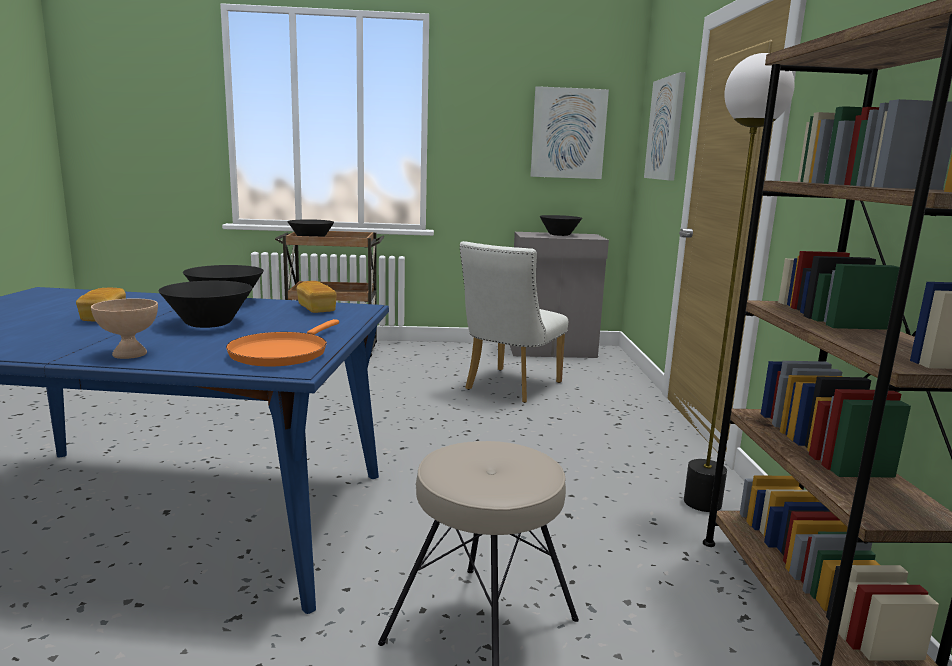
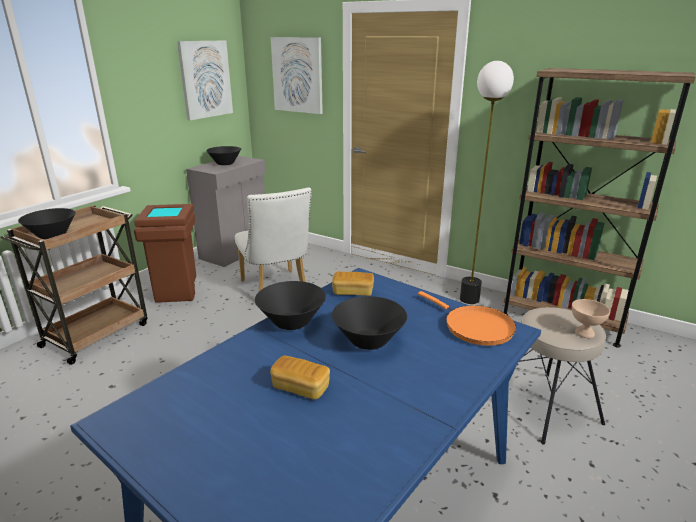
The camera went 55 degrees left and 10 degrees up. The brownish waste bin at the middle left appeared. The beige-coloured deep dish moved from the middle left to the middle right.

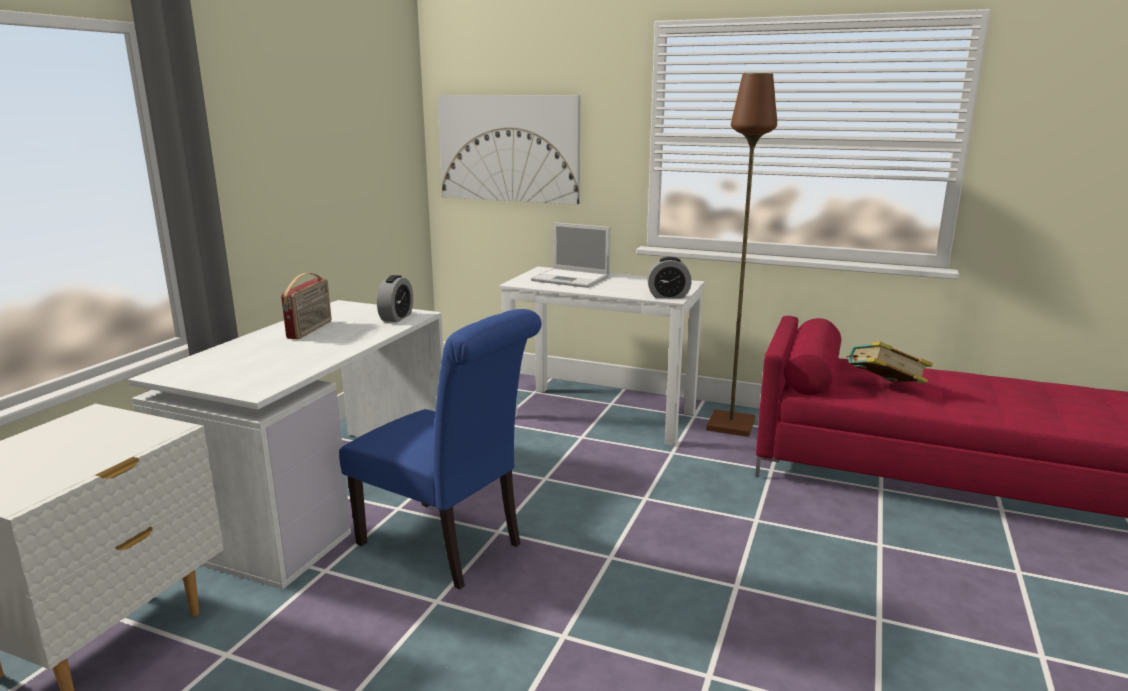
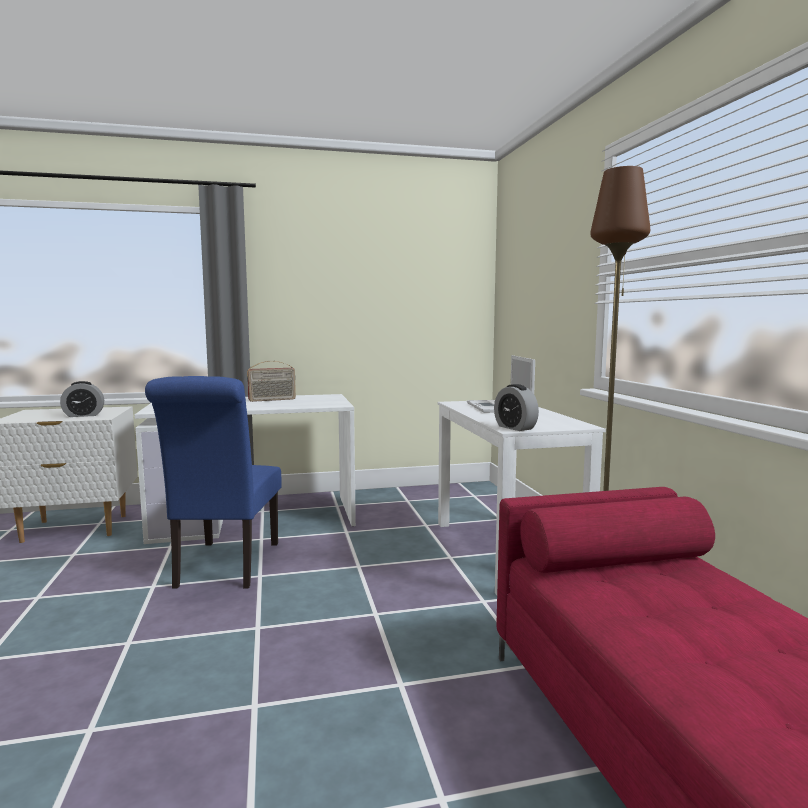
The camera went 55 degrees right and 10 degrees down. The bedside clock (1st from left) moved from the centre to the middle left. The picture at the top centre disappeared. The bound book at the middle right disappeared.

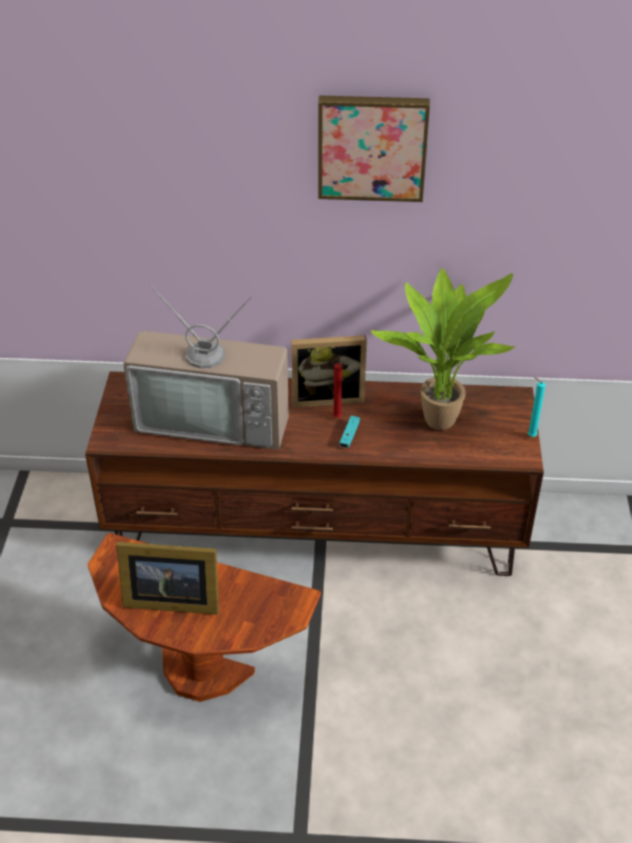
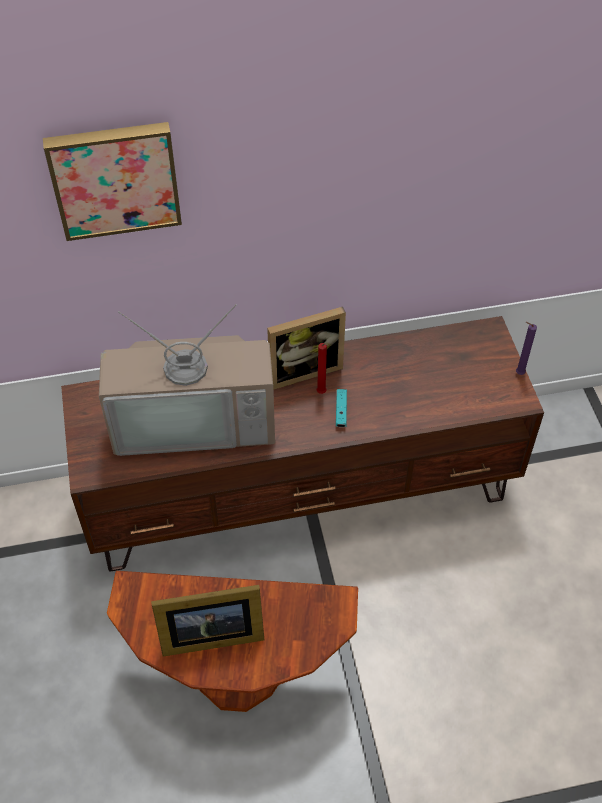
The camera went 15 degrees left and 10 degrees up. The picture moved from the top centre to the top left. The turquoise-coloured wax candle at the middle right became the purple-coloured wax candle at the middle right. The plant in a pot at the middle right disappeared.

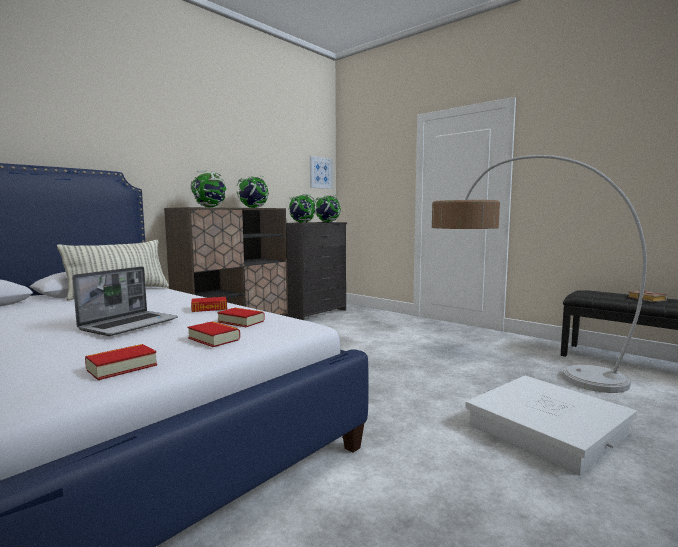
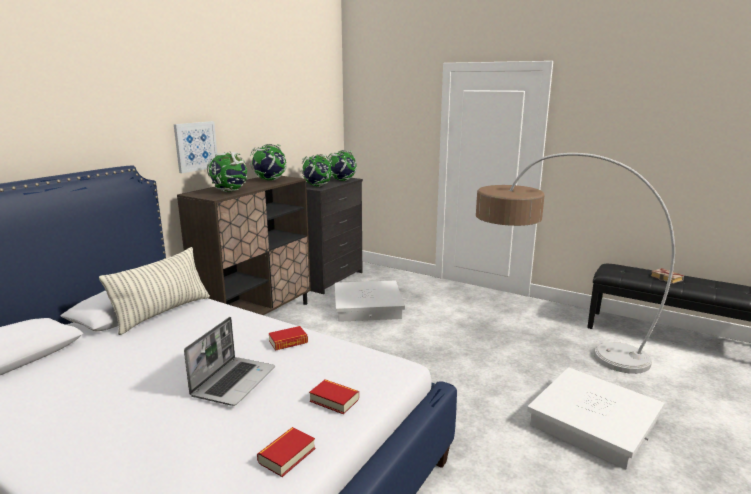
The camera went 10 degrees left and 10 degrees up. The picture moved from the top centre to the top left. The whitish storage container (1st from left) at the centre appeared. The bound book (4th from left) at the centre disappeared.

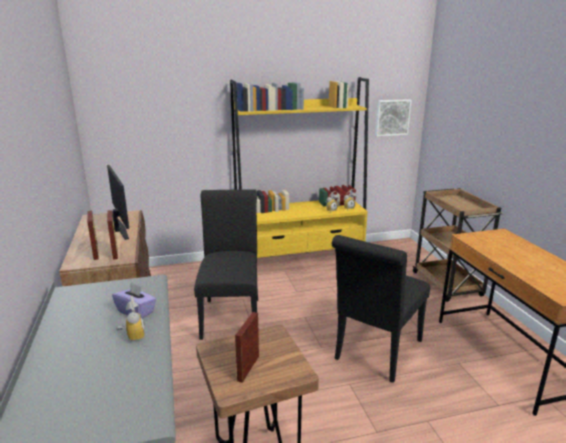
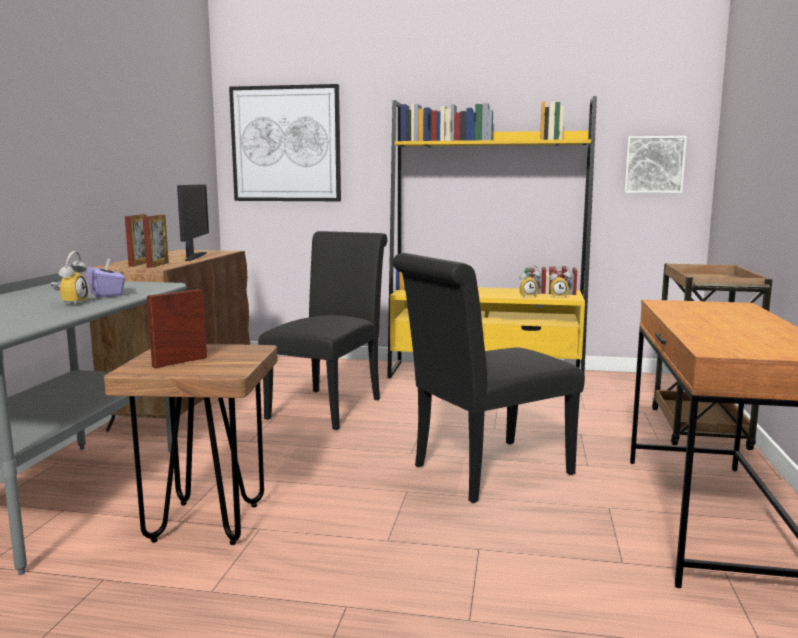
The camera went 25 degrees right and 10 degrees down. The picture (1st from left) at the top centre appeared.

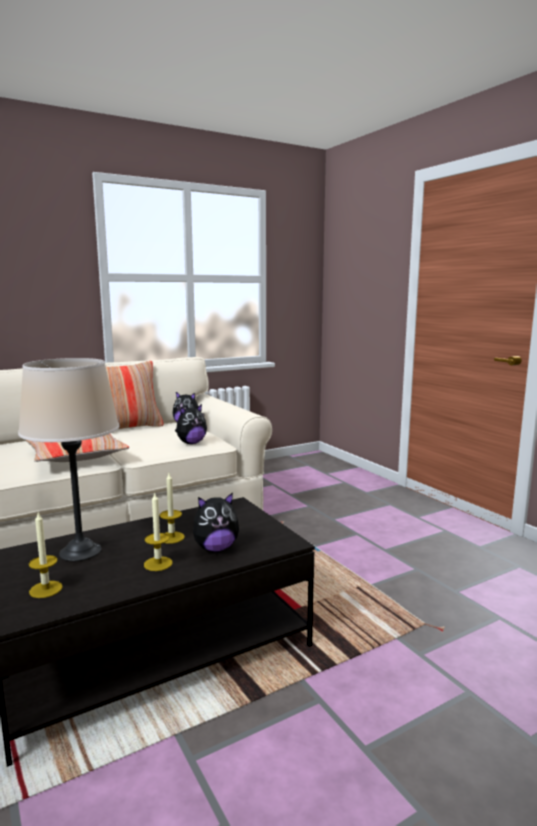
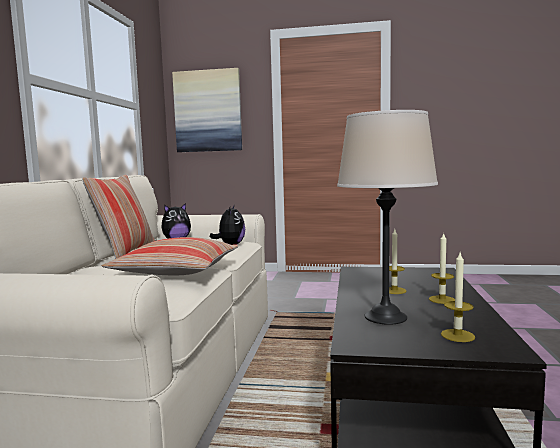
The camera went 50 degrees left and 5 degrees down. The picture at the top centre appeared. The plush toy (3rd from left) at the centre disappeared.

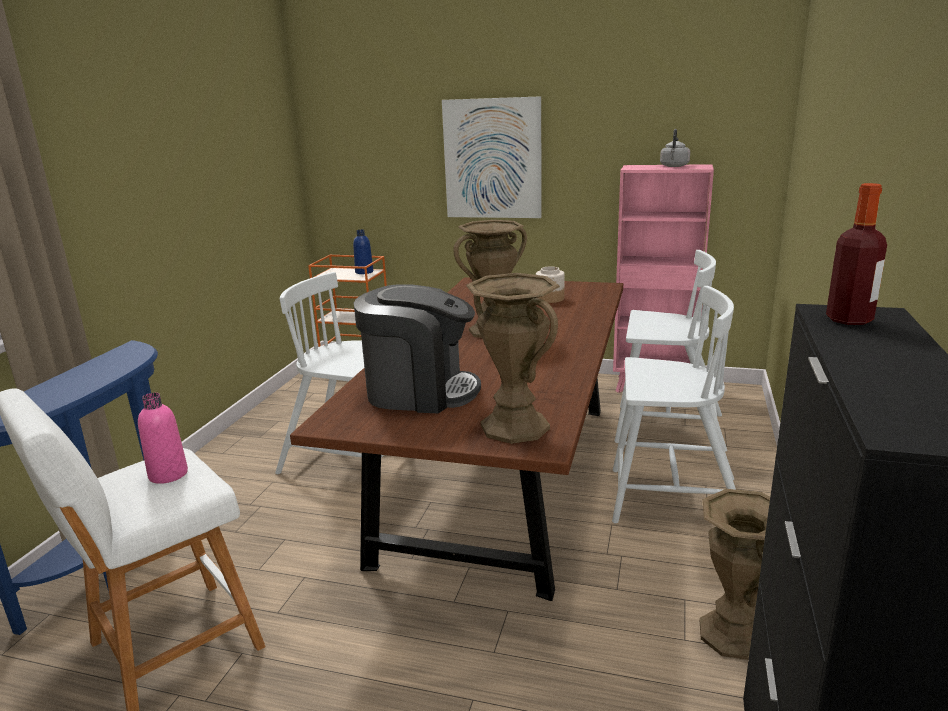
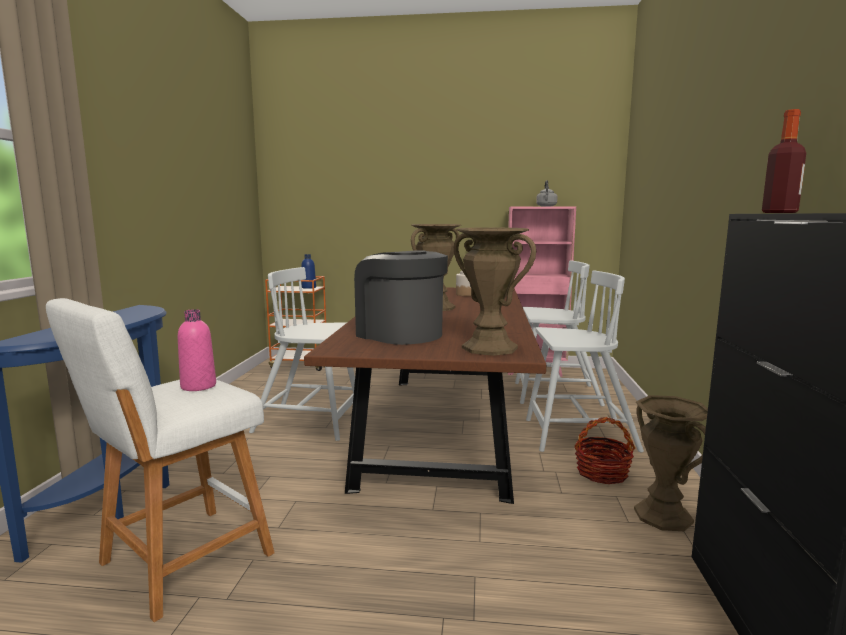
The camera went 10 degrees left and 10 degrees down. The coffee brewer at the centre turned 135 degrees counterclockwise. The basket at the bottom right appeared. The picture at the top centre disappeared.

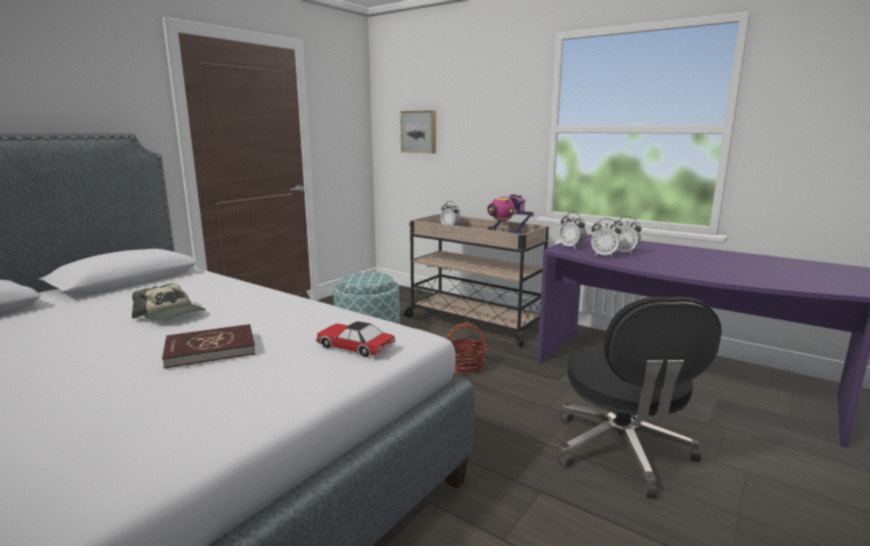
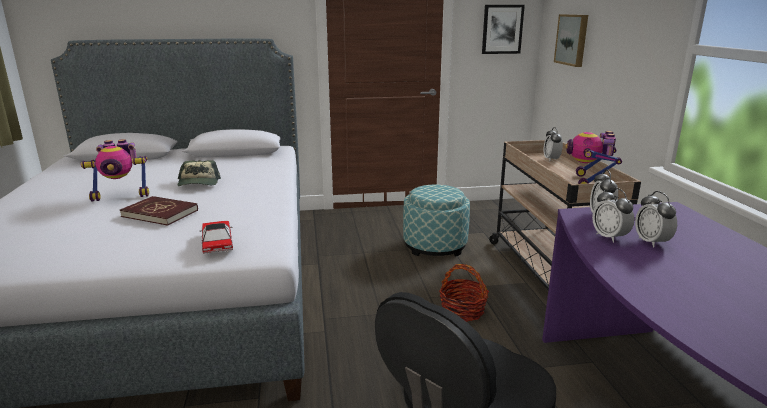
The camera went 45 degrees right and 5 degrees up. The robot figure (1st from left) at the middle left appeared. The picture (1st from left) at the top centre appeared.

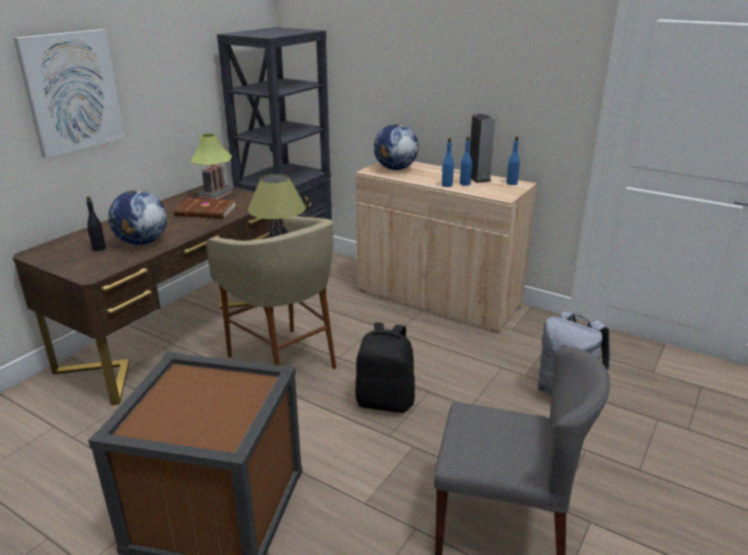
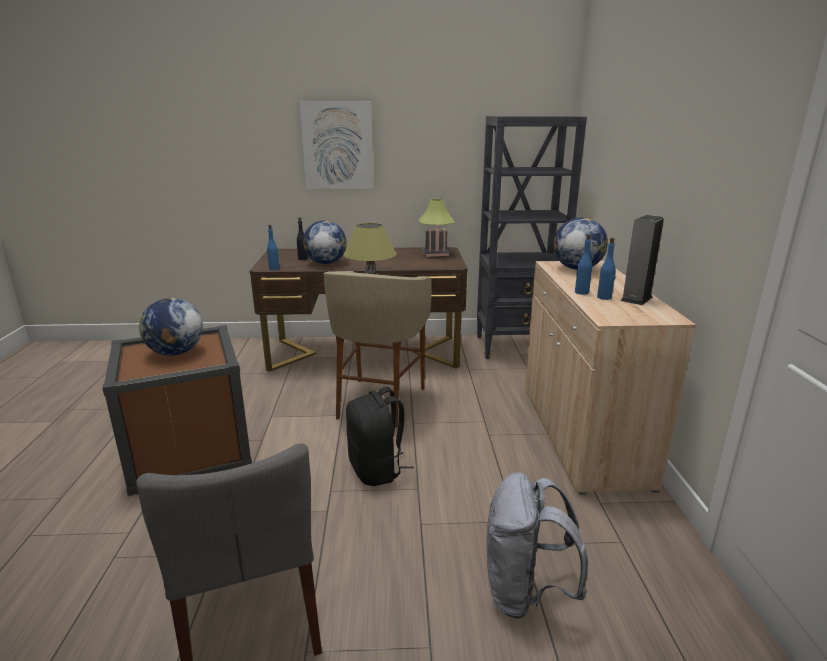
The camera went 55 degrees right and 5 degrees down. The desk globe (1st from left) at the middle left appeared. The blue-coloured drink bottle (3rd from left in the first image) moved from the top right to the middle left. The brownish bound book at the middle left disappeared.

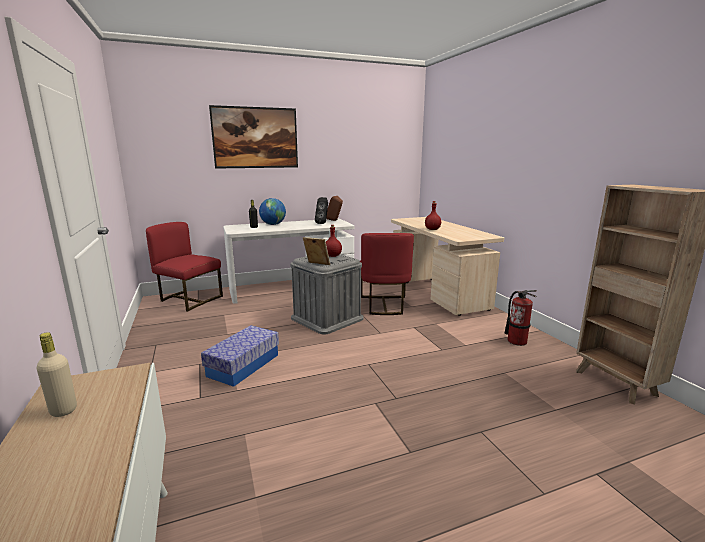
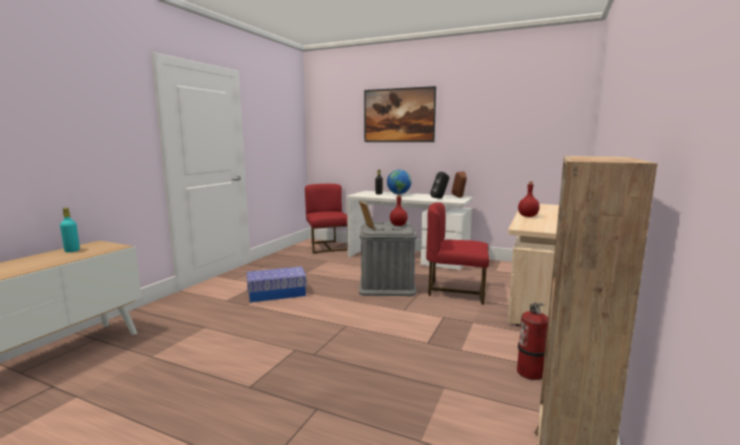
The camera went 45 degrees right and 5 degrees down. The beige-coloured drink bottle at the bottom left became the turquoise-coloured drink bottle at the middle left. The red-coloured chair (2nd from left) at the centre turned 60 degrees clockwise.

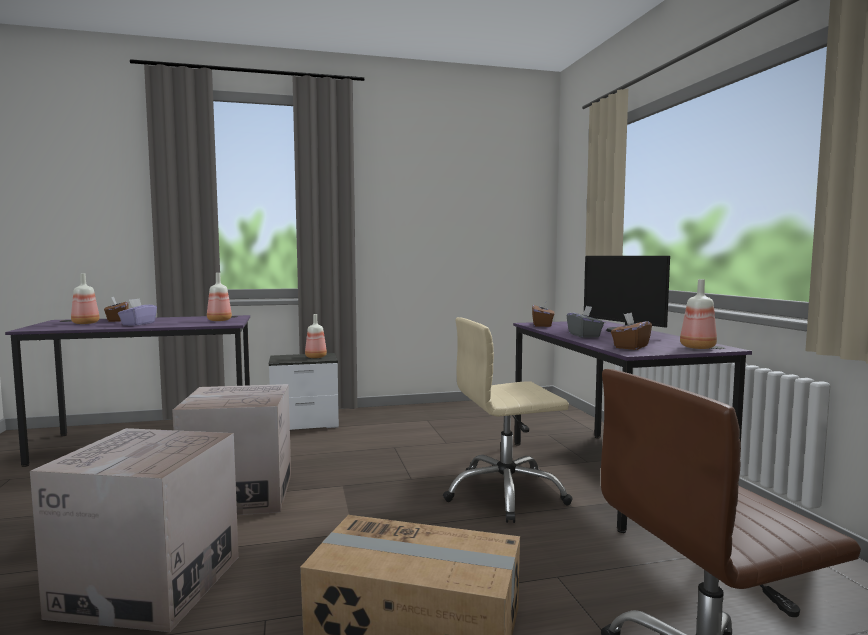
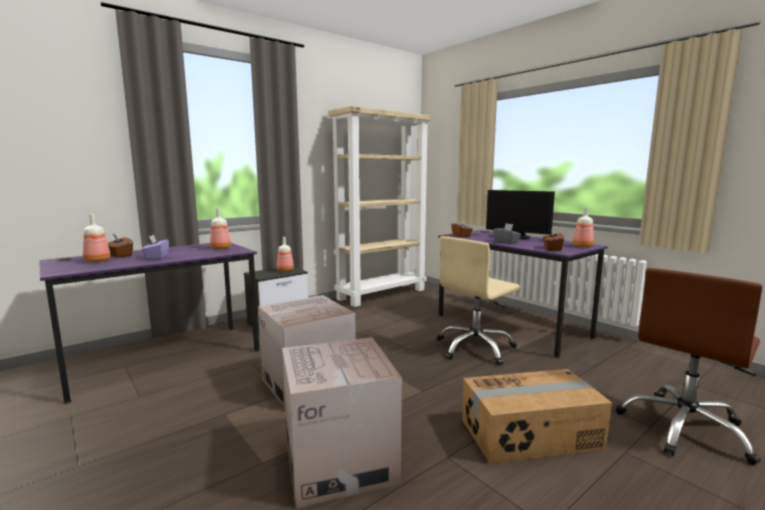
The camera went 25 degrees left and 5 degrees up. The beige-coloured bookshelf at the centre appeared.

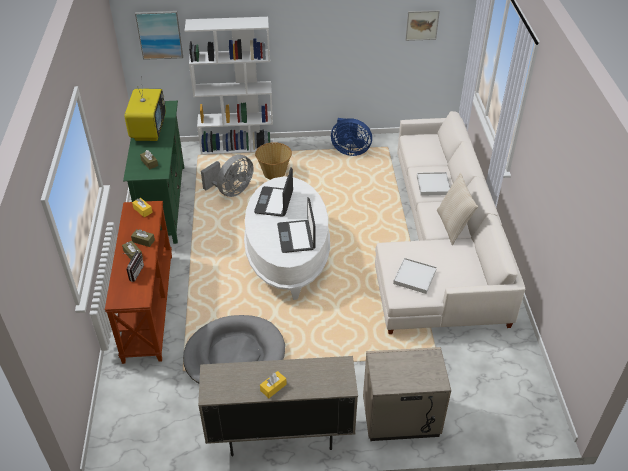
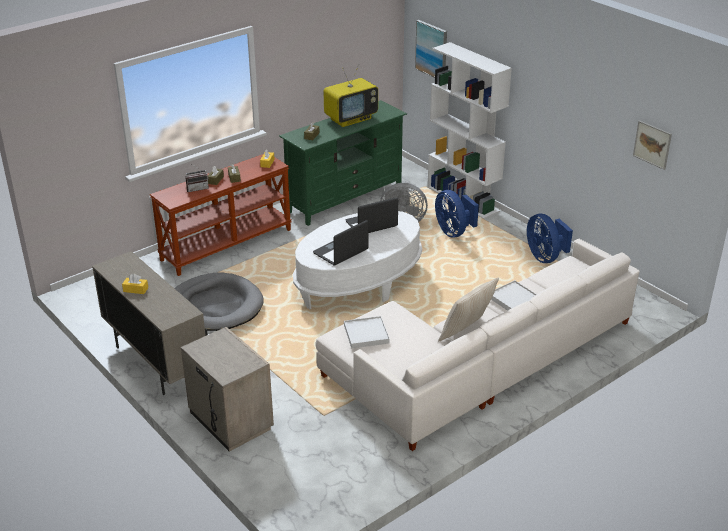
The camera went 55 degrees right and 10 degrees down. The basket at the centre was replaced by the blue-coloured cooling fan (1st from left) at the centre.

